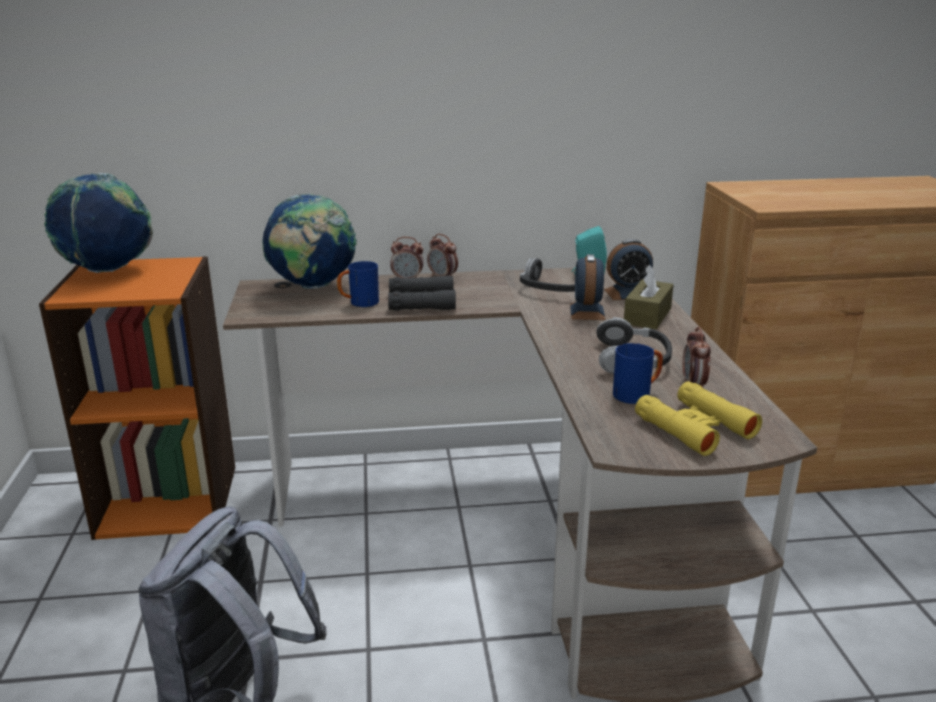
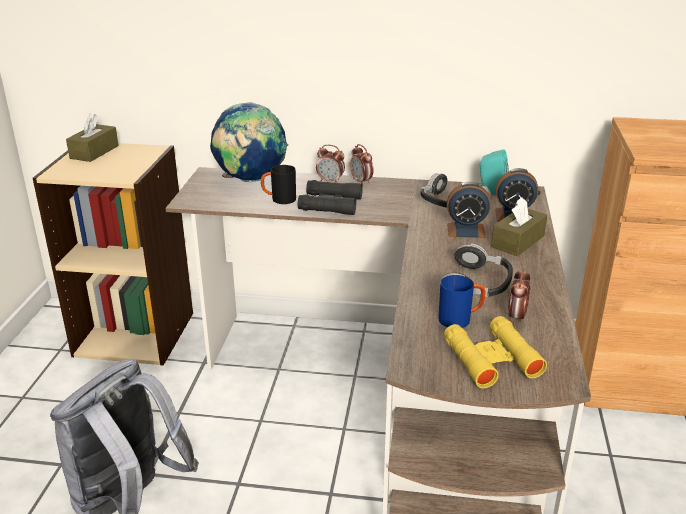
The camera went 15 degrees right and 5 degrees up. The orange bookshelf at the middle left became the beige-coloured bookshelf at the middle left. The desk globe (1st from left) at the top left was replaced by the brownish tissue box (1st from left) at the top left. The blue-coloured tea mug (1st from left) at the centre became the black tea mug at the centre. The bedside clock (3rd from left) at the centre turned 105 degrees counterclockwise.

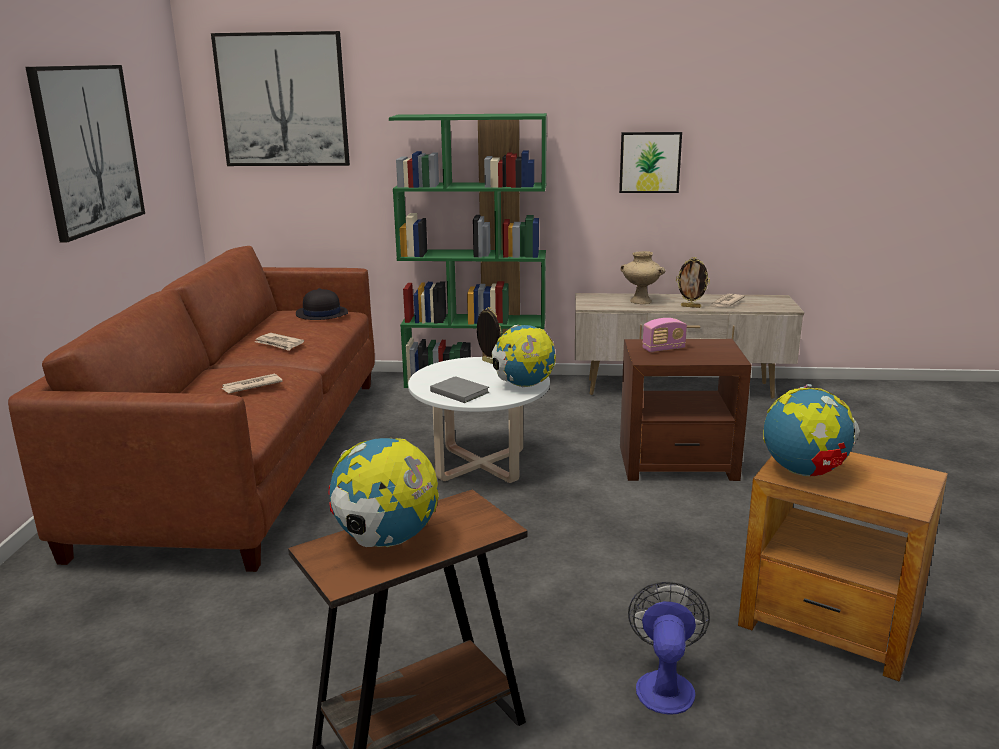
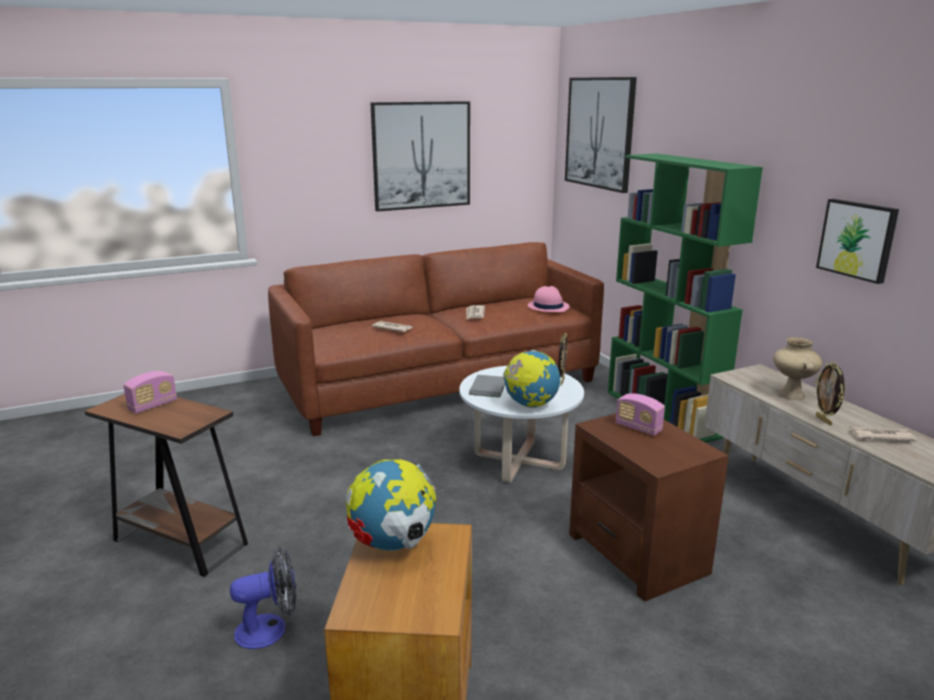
The camera went 60 degrees right and 0 degrees up. The desk globe (1st from left) at the centre was replaced by the radio receiver (1st from left) at the middle left. The black wearable hat at the middle left became the pinkish wearable hat at the centre.

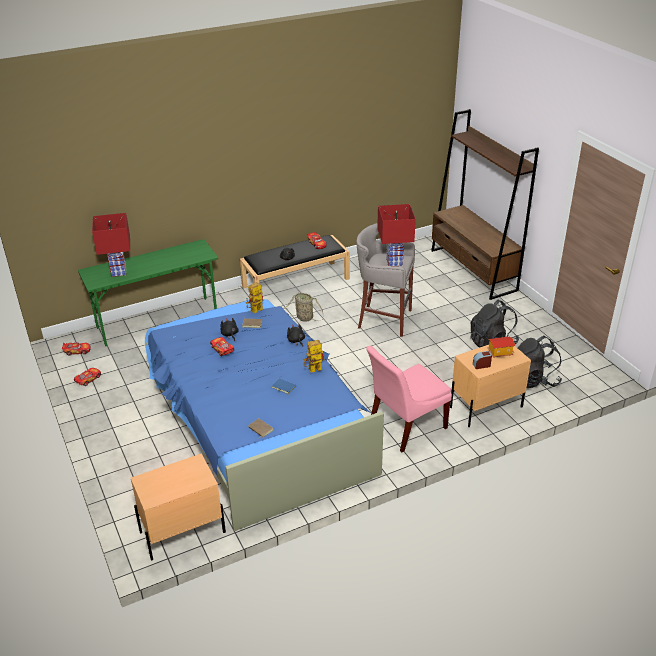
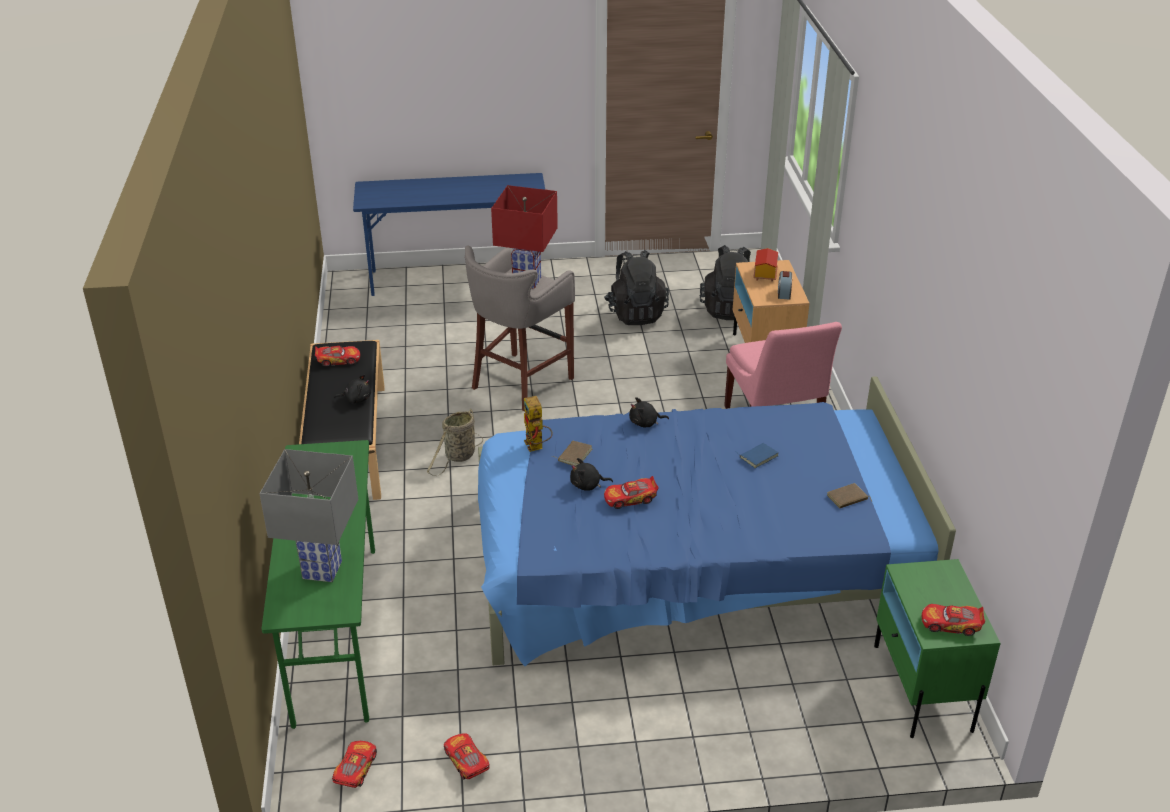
The camera went 70 degrees left and 0 degrees up. The red-coloured lamp for a table (1st from left) at the middle left became the greyish lamp for a table at the middle left. The brownish bookshelf at the top right was replaced by the blue-coloured desk unit at the top centre. The beige-coloured nightstand (1st from left) at the bottom left became the green-coloured nightstand at the bottom right. The toy car (5th from left) at the bottom right appeared. The robot figure (2nd from left) at the centre disappeared.

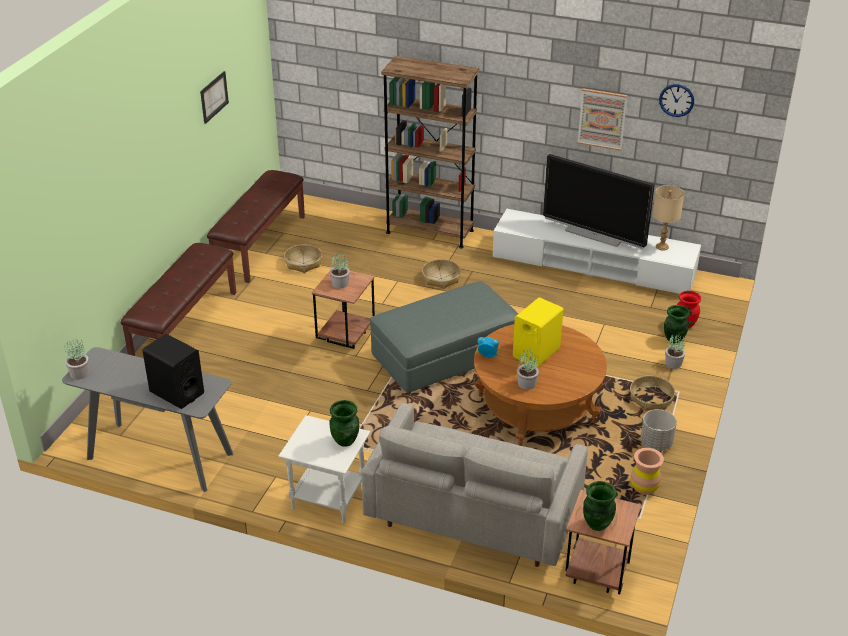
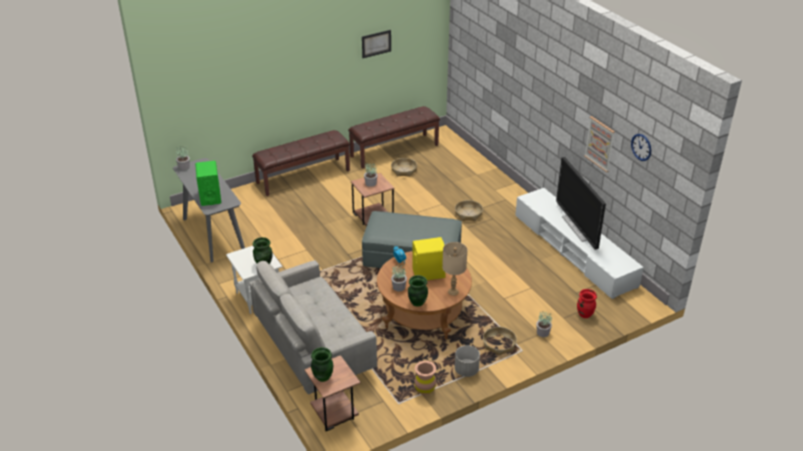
The camera went 40 degrees right and 0 degrees up. The black audio speaker at the middle left became the green-coloured audio speaker at the middle left. The green-coloured decorative vase (3rd from left) moved from the middle right to the centre. The beige-coloured lamp for a table moved from the middle right to the centre. The brownish bookshelf at the top centre disappeared.

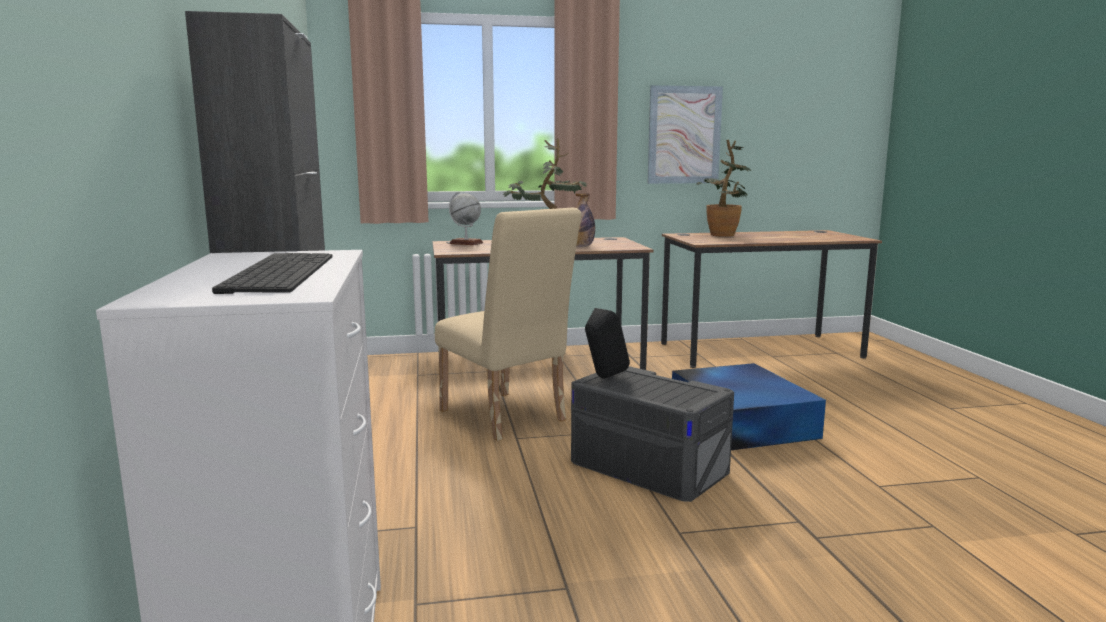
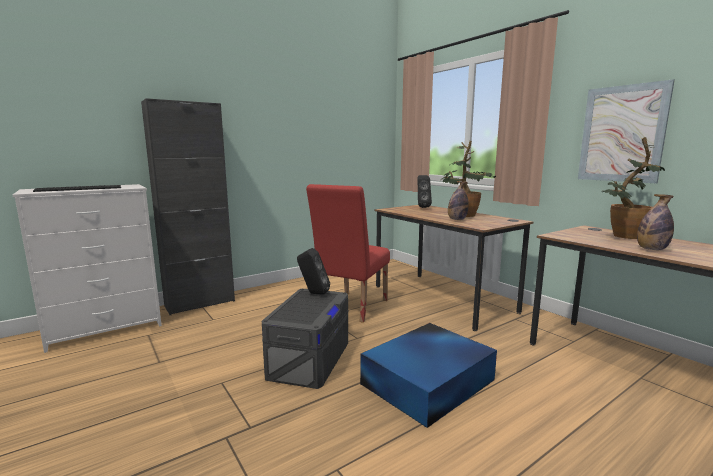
The camera went 65 degrees right and 0 degrees up. The beige-coloured chair at the centre became the red-coloured chair at the centre. The desk globe at the centre was replaced by the black audio speaker (2nd from left) at the centre. The drink bottle (2nd from left) at the middle right appeared.

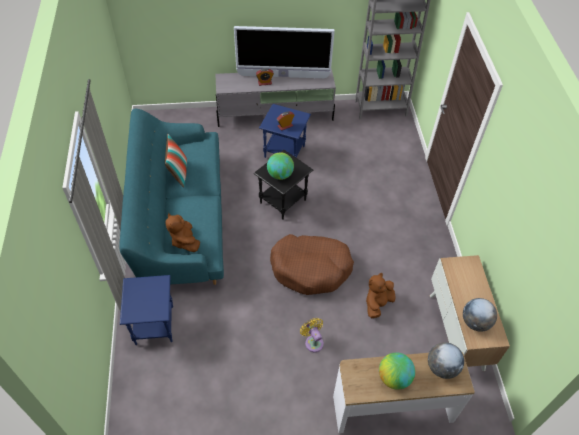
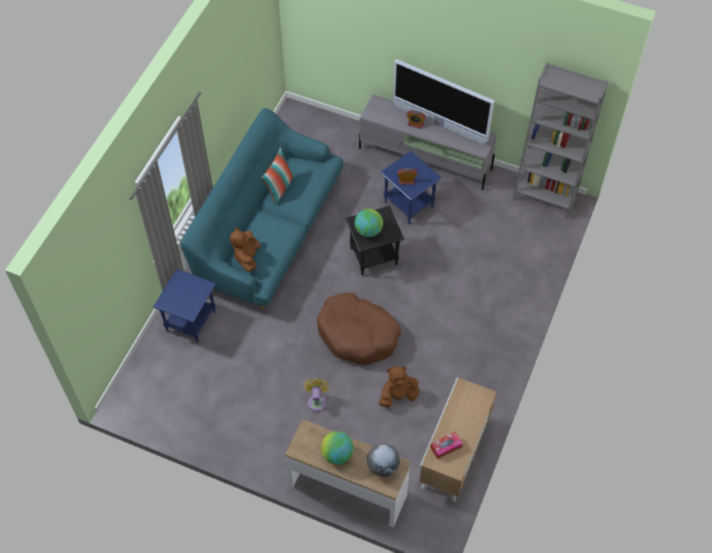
The camera went 30 degrees right and 5 degrees up. The desk globe (4th from left) at the bottom right was replaced by the tissue box at the bottom centre.

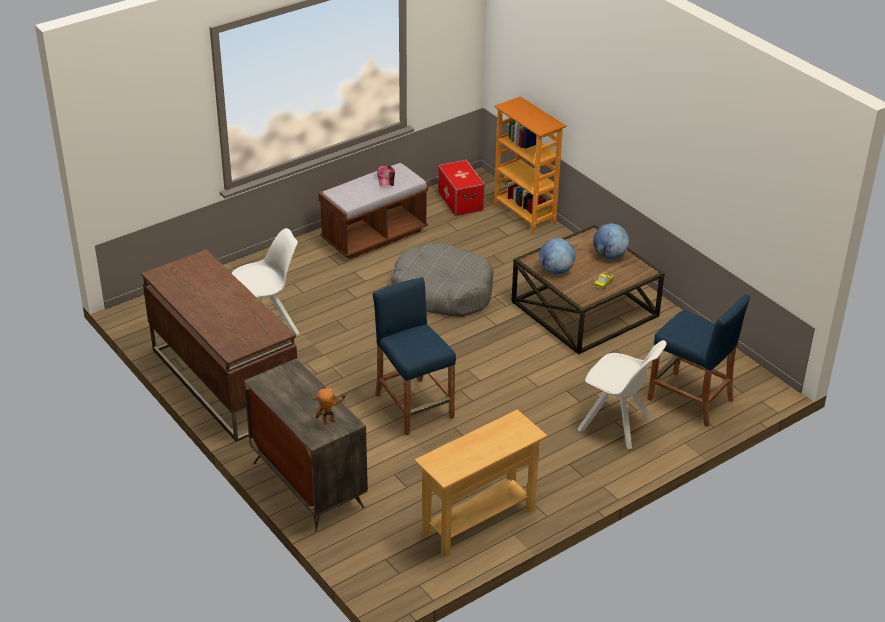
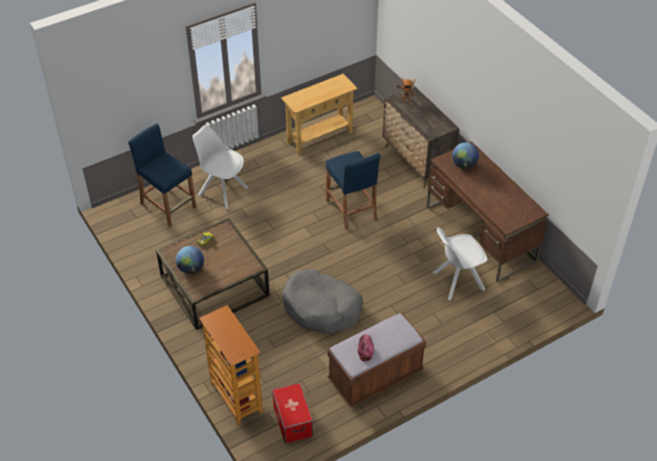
The camera went 175 degrees left and 10 degrees up. The desk globe (1st from left in the first image) moved from the centre to the middle right.

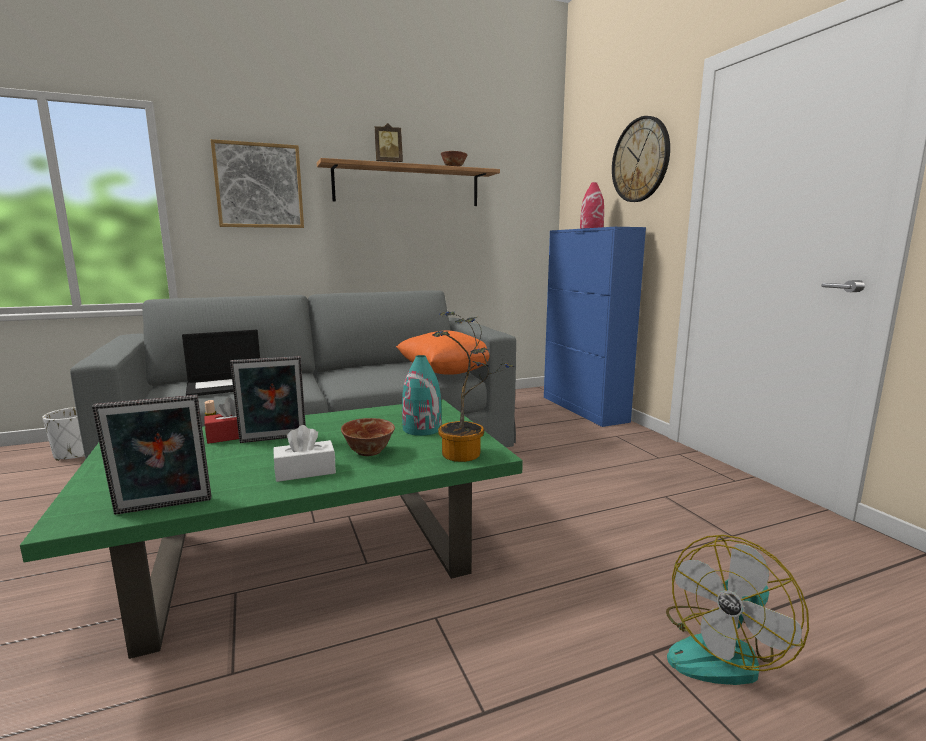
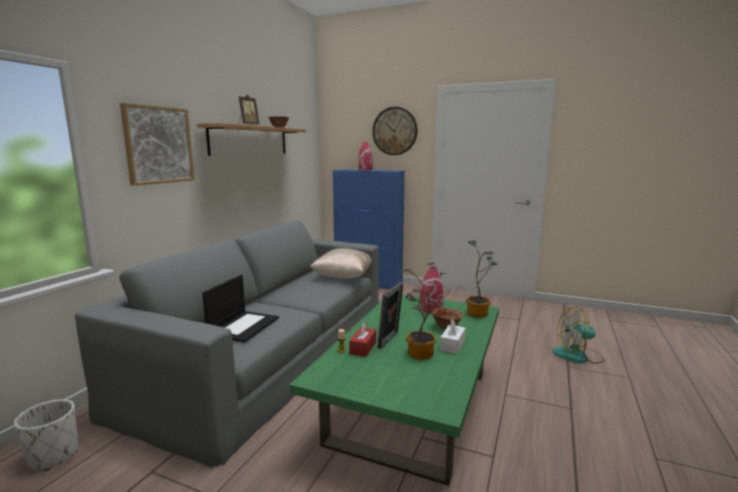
The camera went 45 degrees left and 0 degrees up. The orange pillow at the centre became the beige-coloured pillow at the centre. The plant in a pot (1st from left) at the centre appeared. The turquoise-coloured decorative vase at the centre became the red-coloured decorative vase (2nd from left) at the centre. The cooling fan at the bottom right turned 90 degrees clockwise. The photo frame (1st from left) at the middle left disappeared.

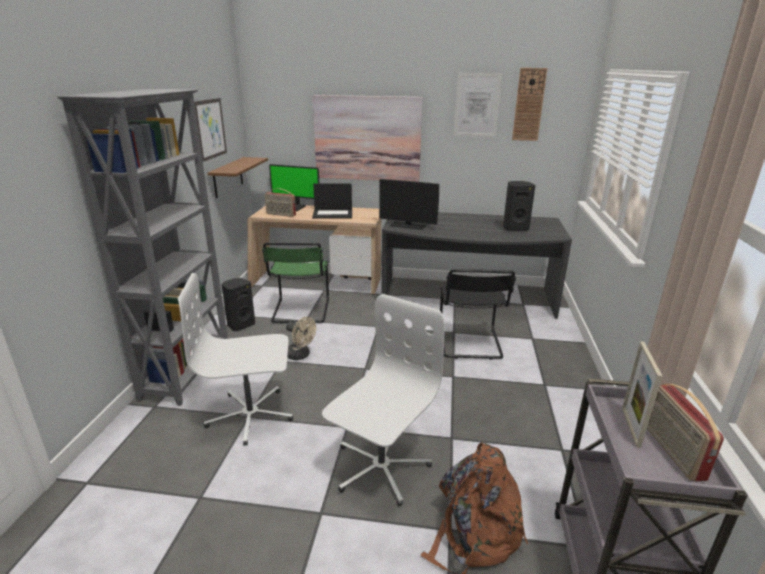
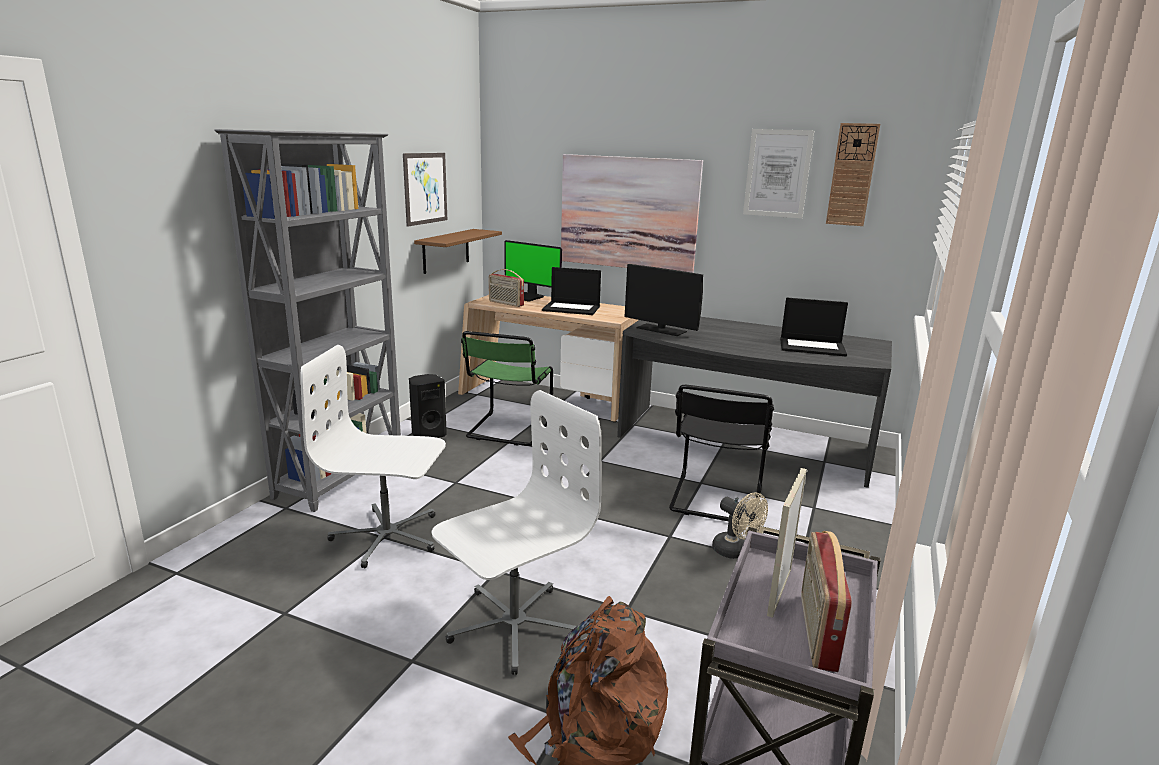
The camera went 15 degrees right and 5 degrees down. The beige-coloured cooling fan moved from the centre to the bottom centre. The black audio speaker (2nd from left) at the middle right was replaced by the laptop (2nd from left) at the middle right.

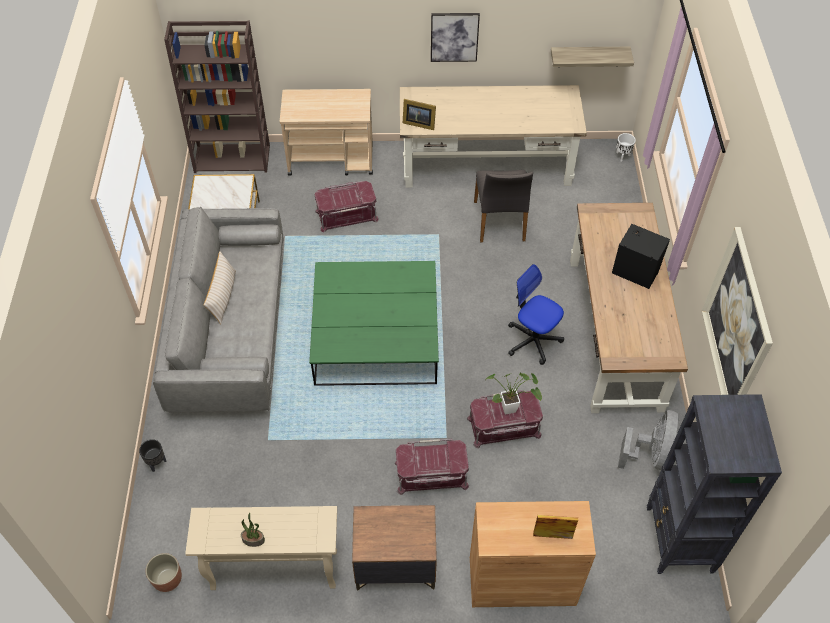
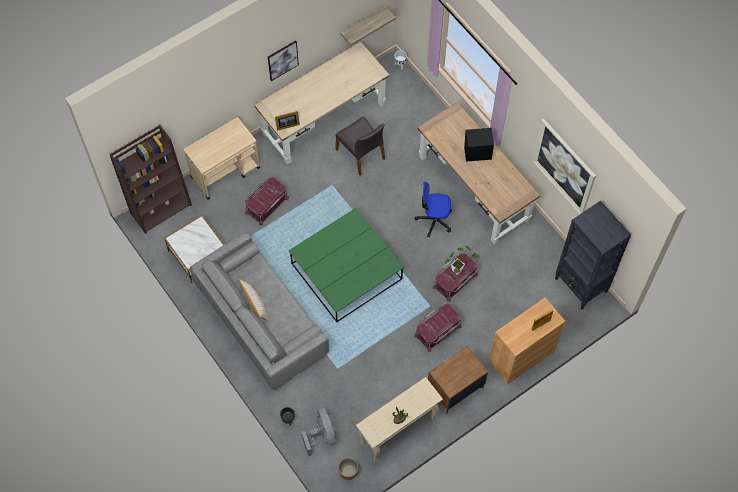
The camera went 35 degrees left and 10 degrees up. The greyish cooling fan moved from the bottom right to the bottom centre.

